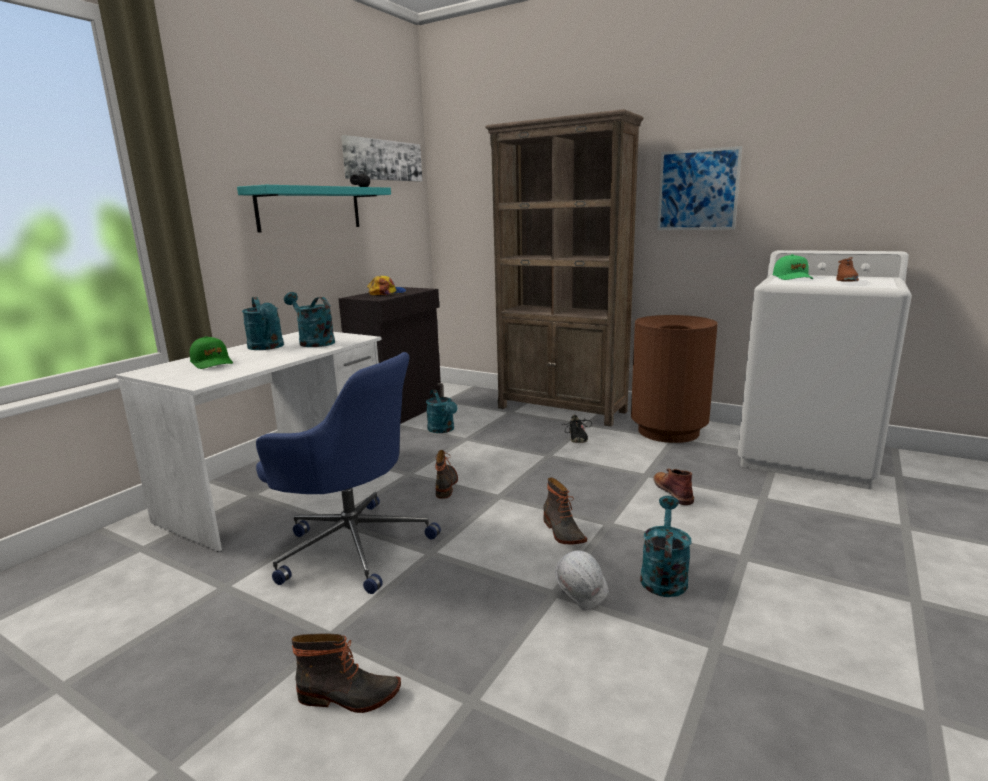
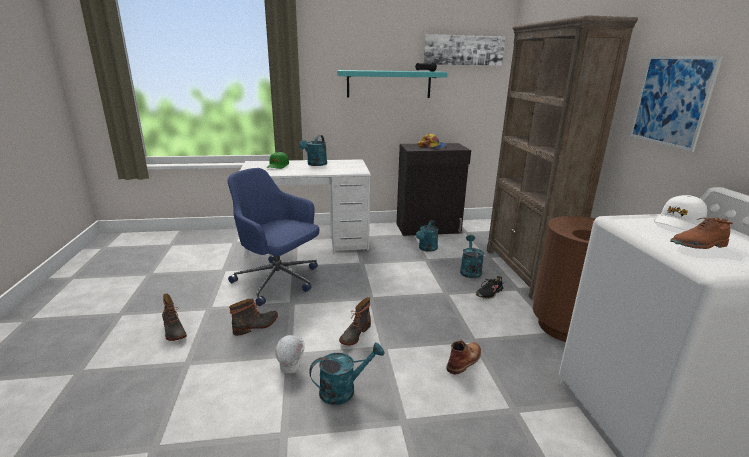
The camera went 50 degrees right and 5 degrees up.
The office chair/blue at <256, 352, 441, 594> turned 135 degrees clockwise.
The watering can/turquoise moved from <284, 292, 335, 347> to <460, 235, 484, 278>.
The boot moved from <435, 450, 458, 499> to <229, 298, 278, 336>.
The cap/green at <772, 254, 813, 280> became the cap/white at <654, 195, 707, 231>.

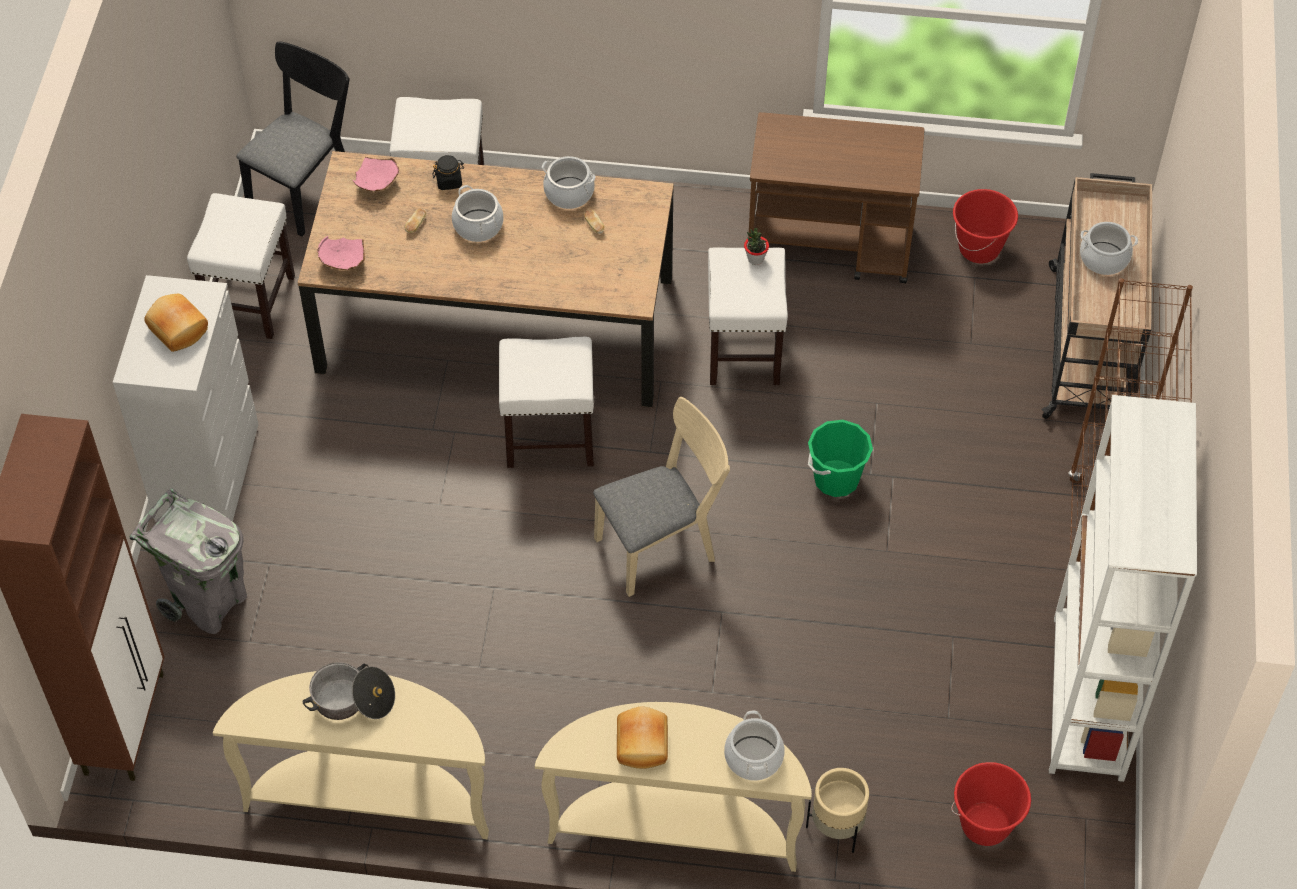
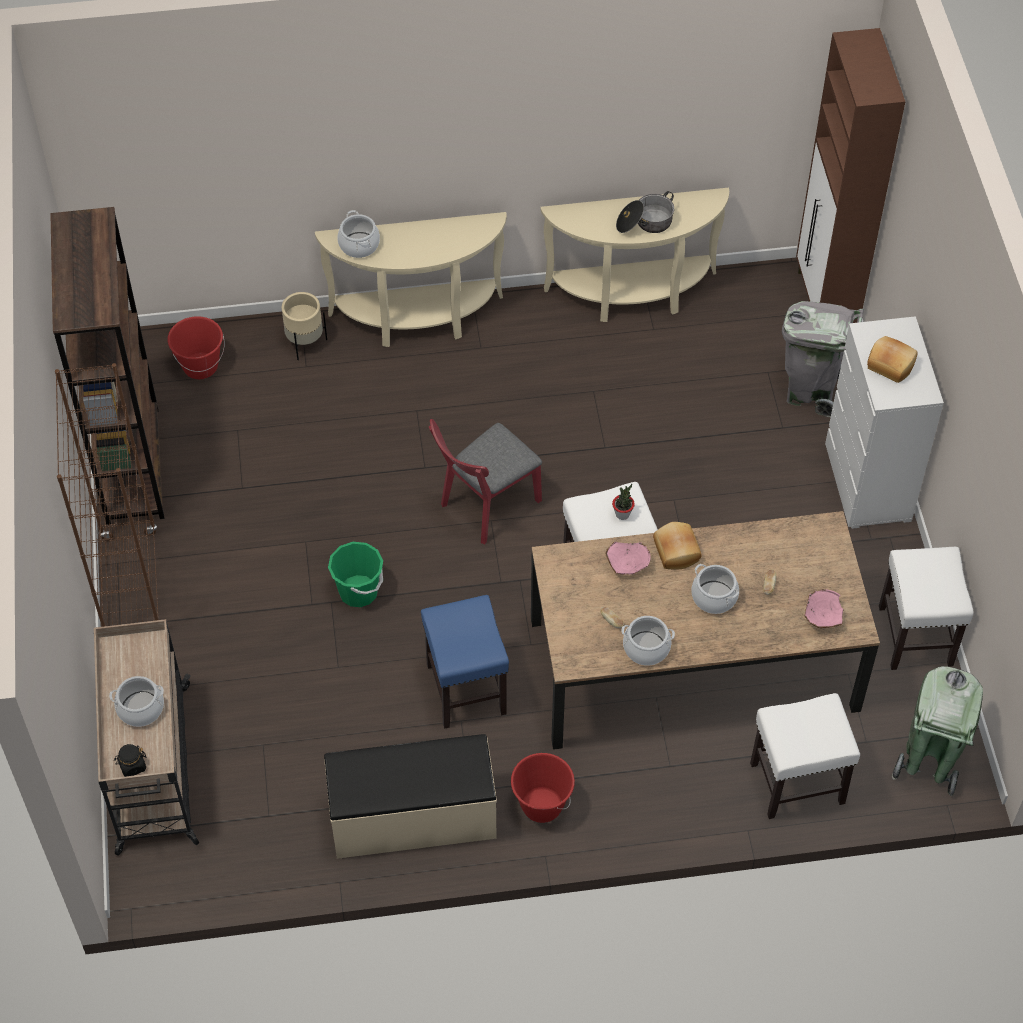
The camera went 165 degrees right and 0 degrees up.
The chair/black at <236, 41, 350, 237> was replaced by the trash can/green at <892, 666, 983, 796>.
The bowl/pink moved from <317, 236, 365, 270> to <606, 541, 651, 575>.
The jar/black moved from <433, 155, 464, 190> to <114, 744, 147, 777>.
The chair/beige at <593, 397, 730, 597> became the chair/red at <429, 419, 542, 544>.
The bread moved from <617, 707, 668, 769> to <653, 522, 702, 570>.
The stool/white at <708, 247, 788, 385> became the stool/blue at <421, 595, 509, 729>.
The potted plant moved from <744, 228, 769, 265> to <612, 484, 635, 520>.
The cart/brown at <748, 112, 925, 283> was replaced by the bench/beige at <324, 734, 497, 859>.
The bucket/red moved from <953, 189, 1018, 263> to <511, 753, 575, 823>.
The bookcase/white at <1049, 395, 1197, 782> became the bookcase/brown at <50, 207, 164, 525>.

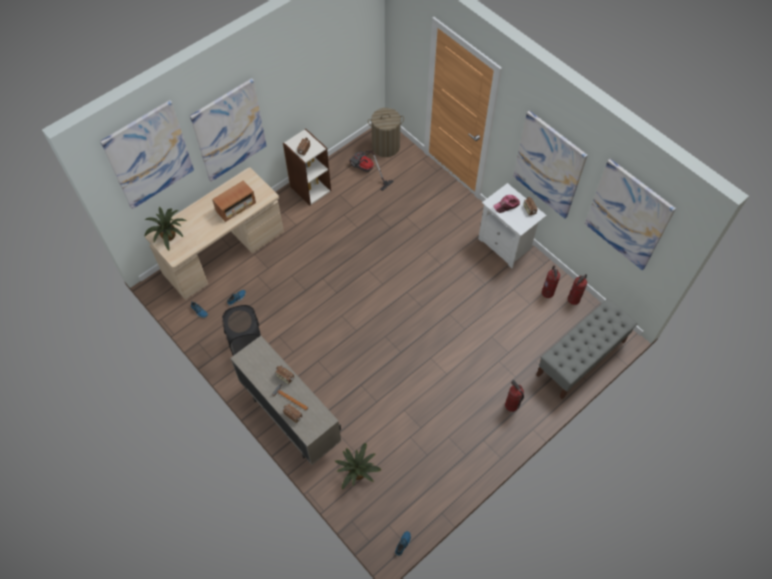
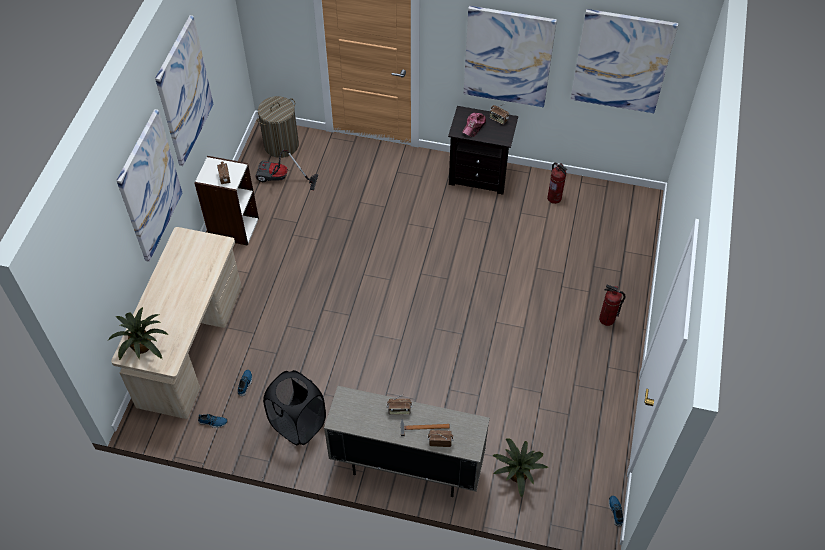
The camera went 35 degrees left and 5 degrees down.
The picture moved from <100, 100, 194, 209> to <155, 15, 214, 166>.
The radio at <212, 180, 256, 222> disappeared.
The nightstand/white at <478, 183, 547, 268> became the nightstand/black at <448, 106, 518, 195>.
The bench/grey at <536, 299, 638, 399> disappeared.
The fire extinguisher at <568, 274, 587, 305> disappeared.

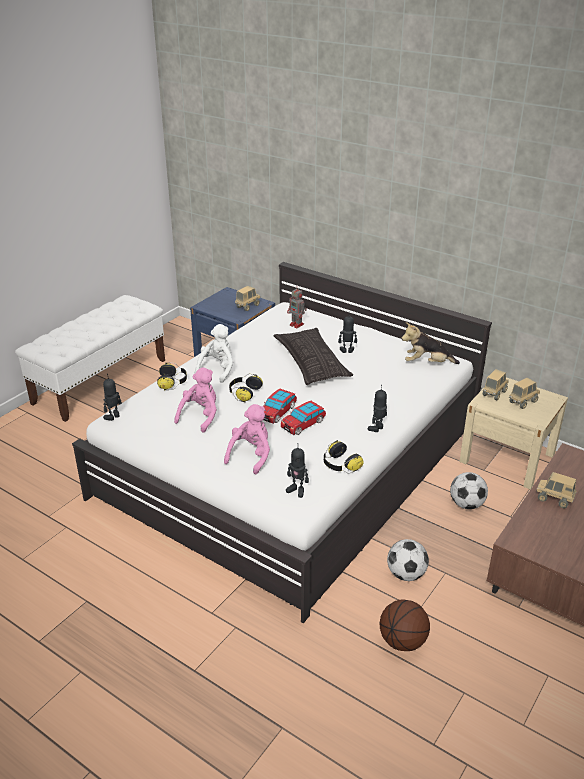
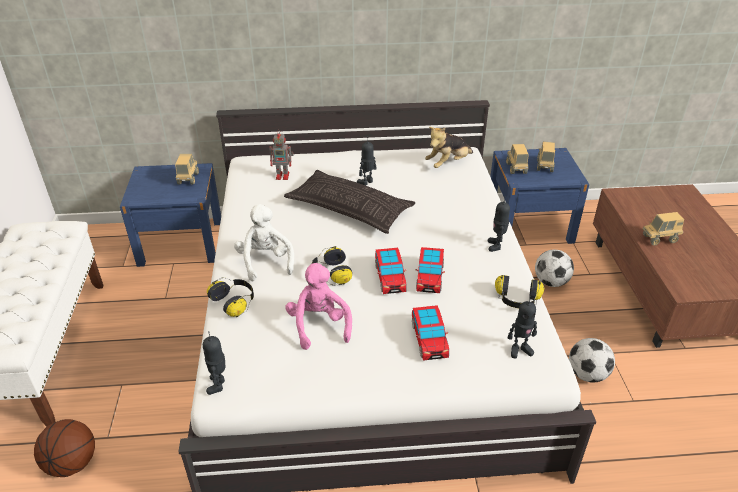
The camera went 40 degrees left and 5 degrees up.
The plush toy/pink at <224, 404, 270, 474> was replaced by the toy car at <412, 305, 449, 361>.
The basketball moved from <380, 599, 430, 651> to <34, 419, 95, 477>.
The nightstand/beige at <459, 377, 568, 490> became the nightstand/blue at <490, 148, 589, 244>.

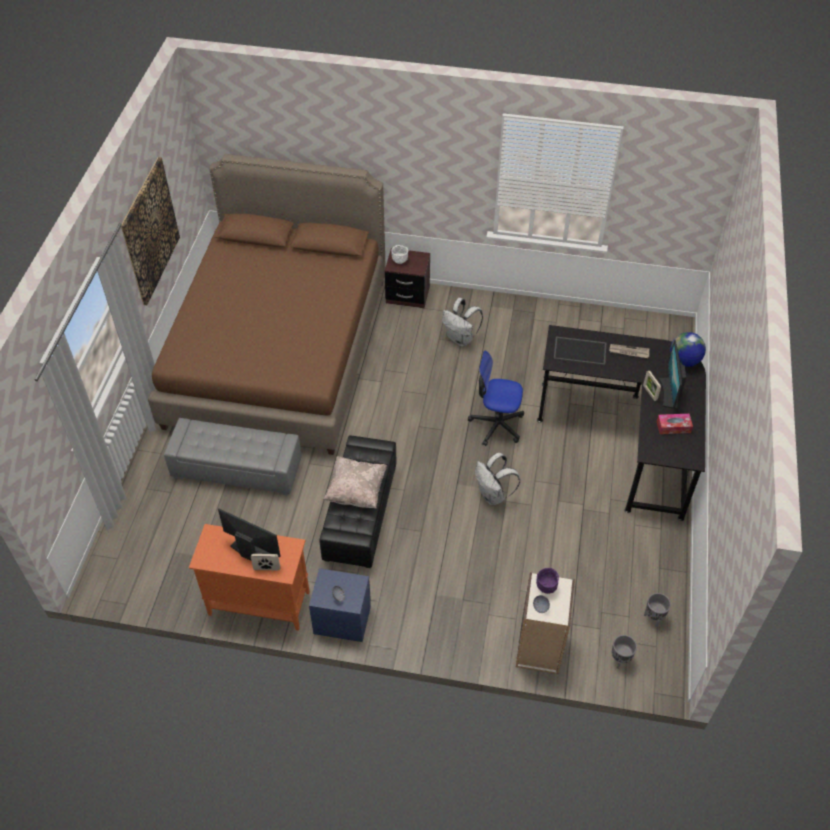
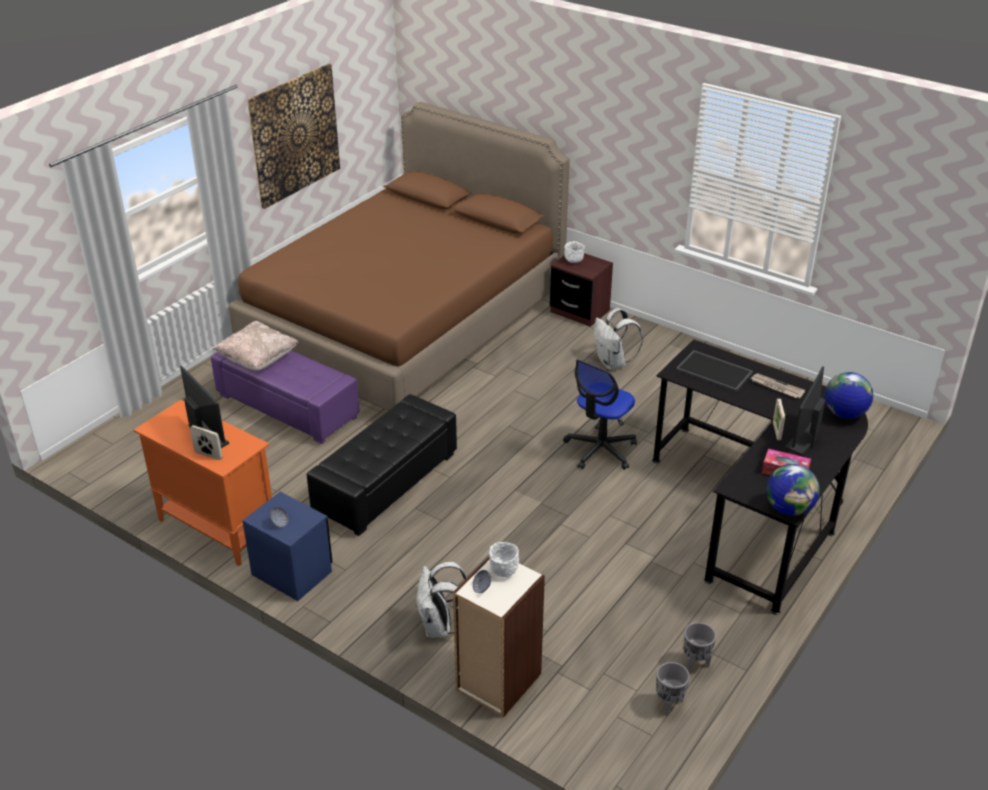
The camera went 25 degrees right and 15 degrees down.
The ottoman/grey at <164, 418, 302, 496> became the ottoman/purple at <211, 350, 360, 444>.
The pillow/beige moved from <323, 456, 387, 508> to <213, 321, 299, 370>.
The office chair at <468, 351, 524, 446> turned 90 degrees counterclockwise.
The backpack/white moved from <475, 453, 520, 505> to <416, 561, 467, 638>.
The bowl/purple at <536, 568, 559, 594> became the bowl/white at <489, 542, 519, 577>.
The planter/grey moved from <612, 635, 637, 669> to <683, 622, 716, 671>.
The globe at <766, 464, 820, 516> appeared.

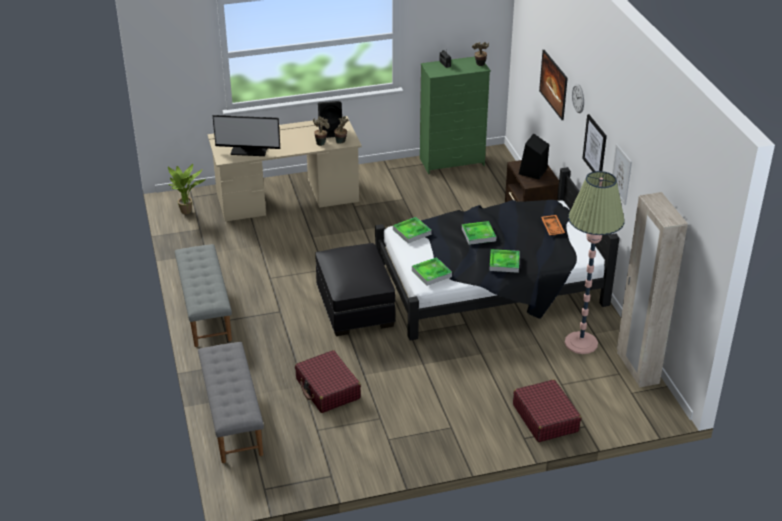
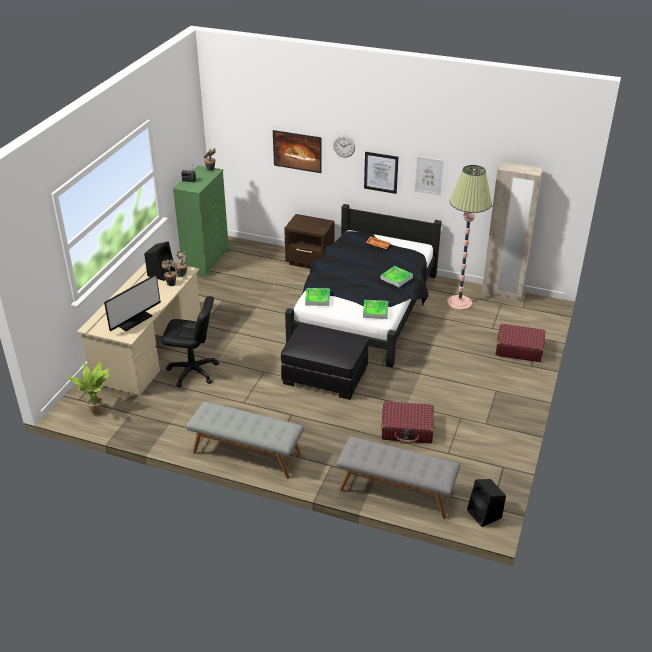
The camera went 55 degrees left and 0 degrees up.
The tray at <462, 221, 496, 245> disappeared.
The speaker/black moved from <519, 133, 549, 180> to <467, 479, 506, 527>.
The office chair/black at <162, 296, 219, 388> appeared.

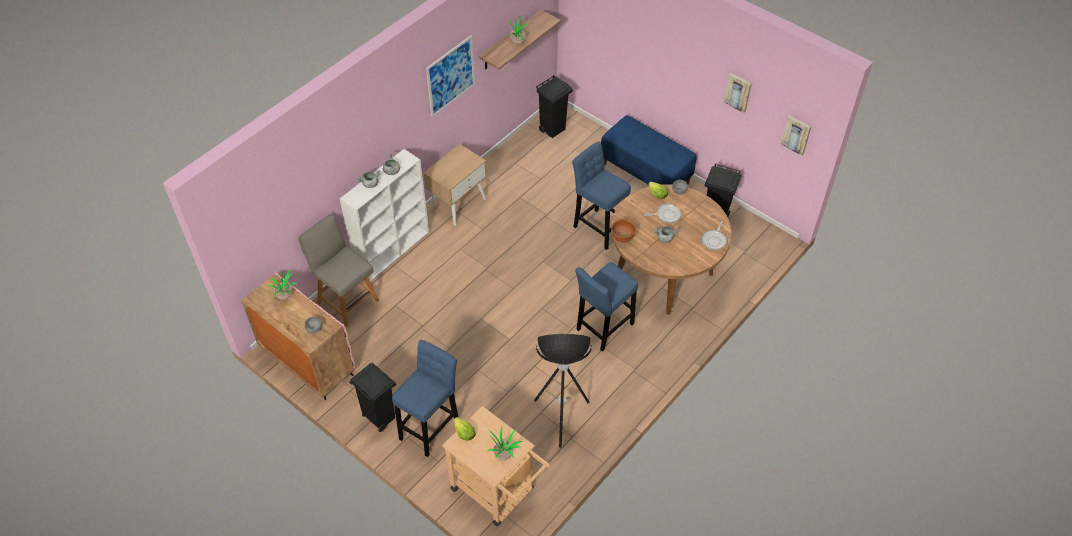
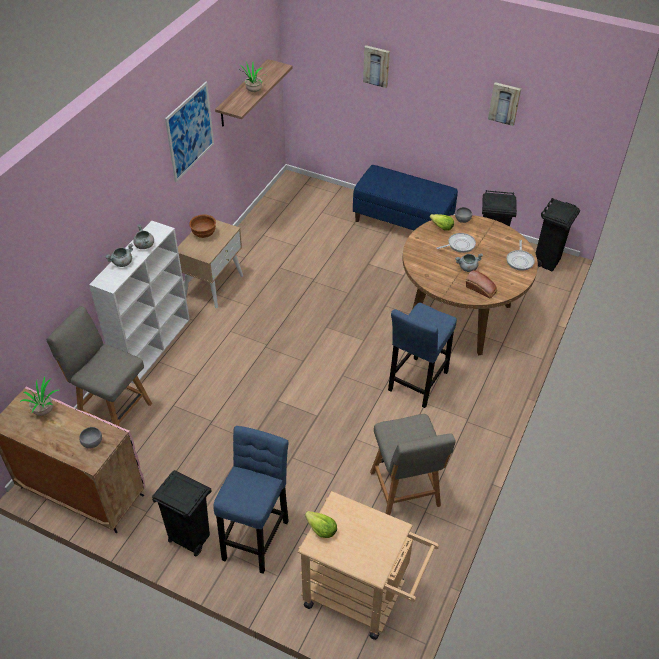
The camera went 15 degrees left and 5 degrees down.
The potted plant at <487, 427, 523, 461> disappeared.
The floor lamp at <534, 334, 592, 448> was replaced by the chair/grey at <370, 414, 455, 515>.
The trash can/black moved from <536, 75, 573, 138> to <535, 198, 580, 272>.
The stool/blue at <572, 141, 631, 250> disappeared.
The bowl/brown moved from <611, 219, 636, 242> to <189, 214, 216, 238>.
The picture moved from <781, 115, 811, 156> to <363, 45, 390, 88>.
The bread at <466, 270, 497, 298> appeared.

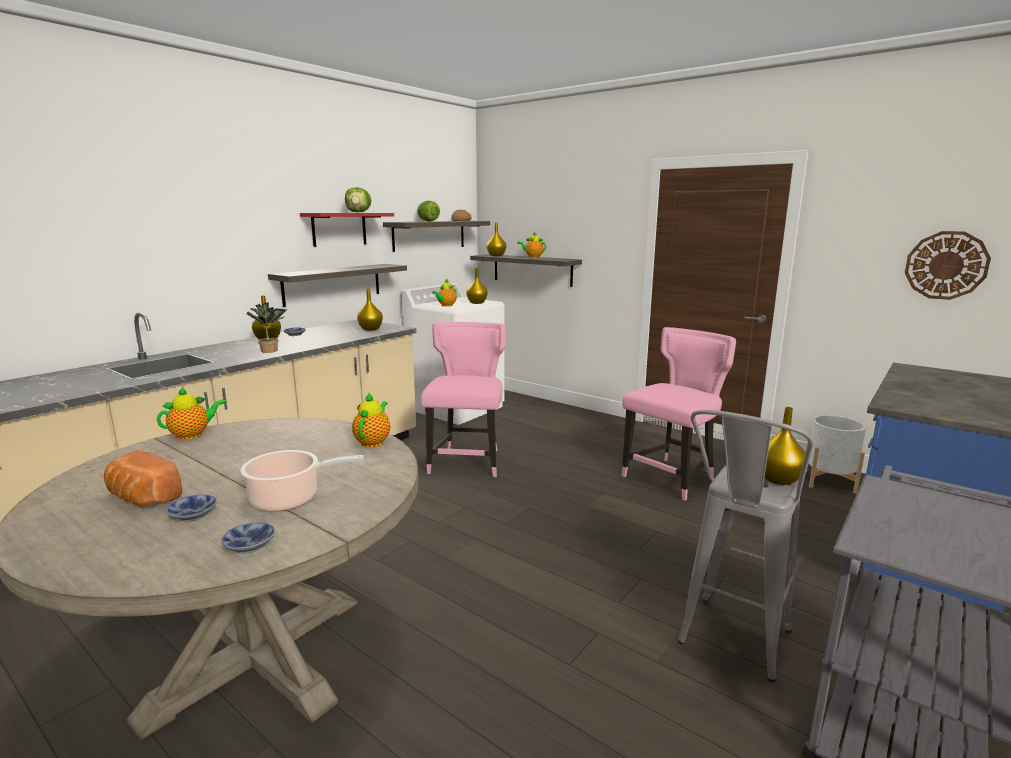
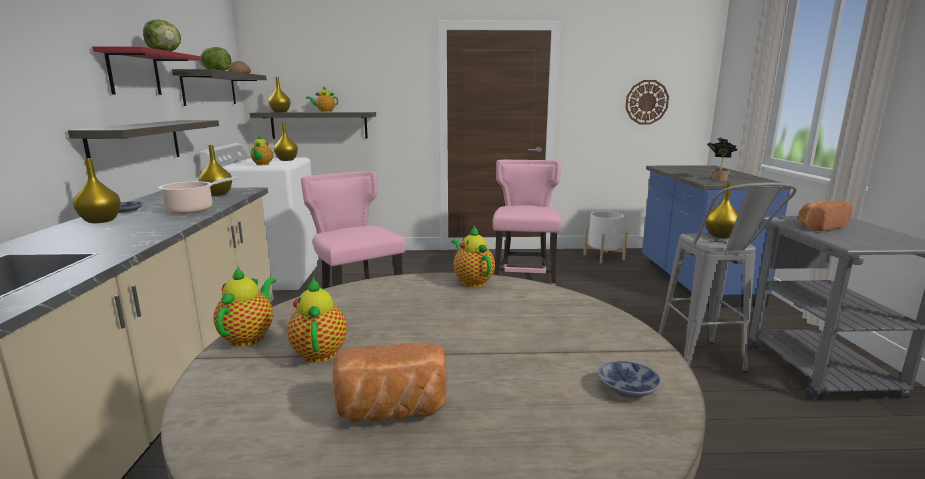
The camera went 40 degrees left and 0 degrees up.
The bowl at <166, 494, 217, 521> disappeared.
The cooking pot moved from <240, 450, 364, 512> to <158, 177, 239, 214>.
The potted plant moved from <246, 302, 287, 353> to <707, 137, 737, 181>.
The teapot at <288, 277, 347, 363> appeared.
The bread at <798, 201, 852, 231> appeared.

